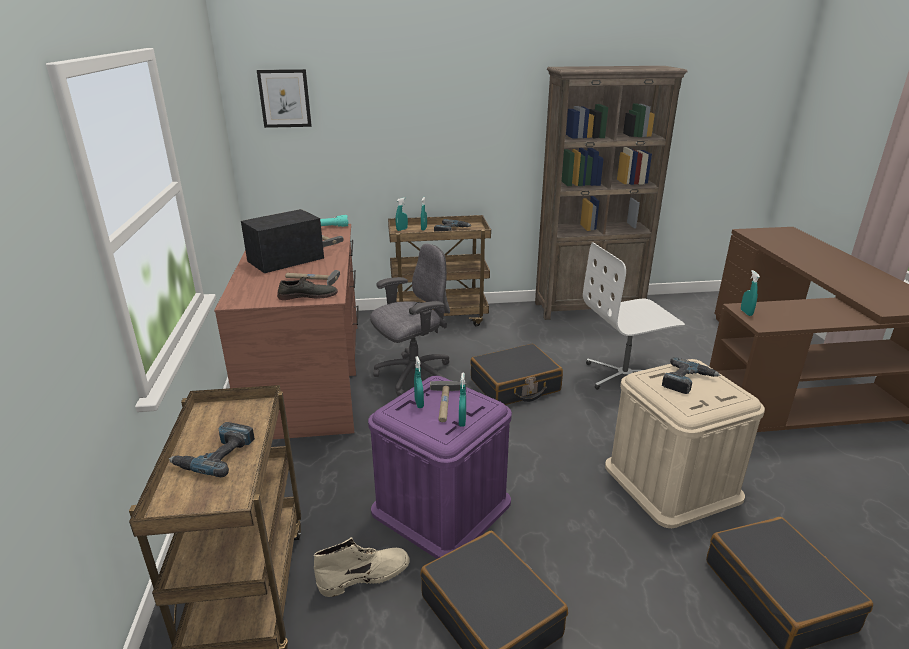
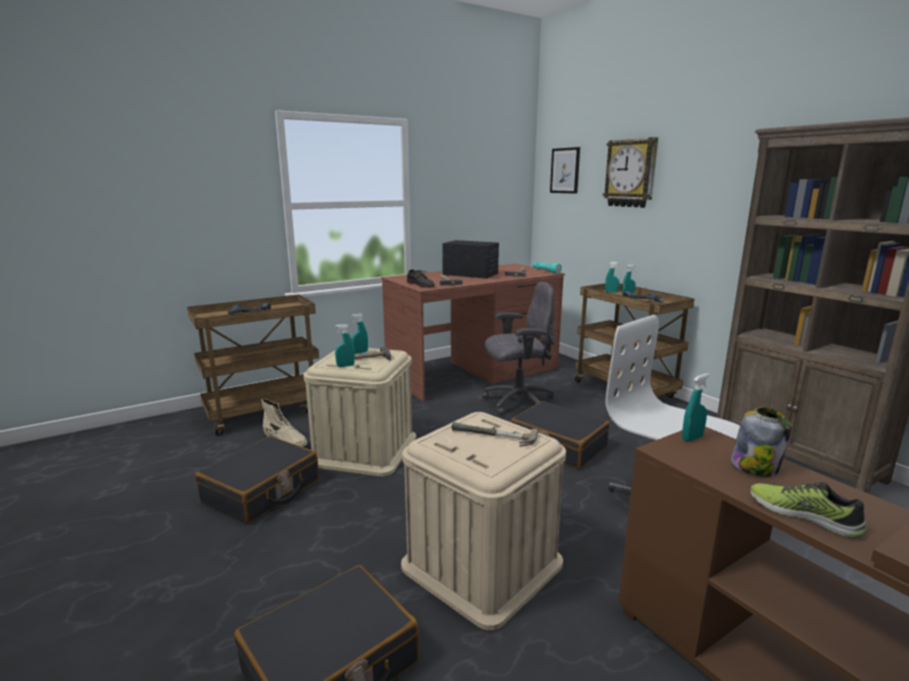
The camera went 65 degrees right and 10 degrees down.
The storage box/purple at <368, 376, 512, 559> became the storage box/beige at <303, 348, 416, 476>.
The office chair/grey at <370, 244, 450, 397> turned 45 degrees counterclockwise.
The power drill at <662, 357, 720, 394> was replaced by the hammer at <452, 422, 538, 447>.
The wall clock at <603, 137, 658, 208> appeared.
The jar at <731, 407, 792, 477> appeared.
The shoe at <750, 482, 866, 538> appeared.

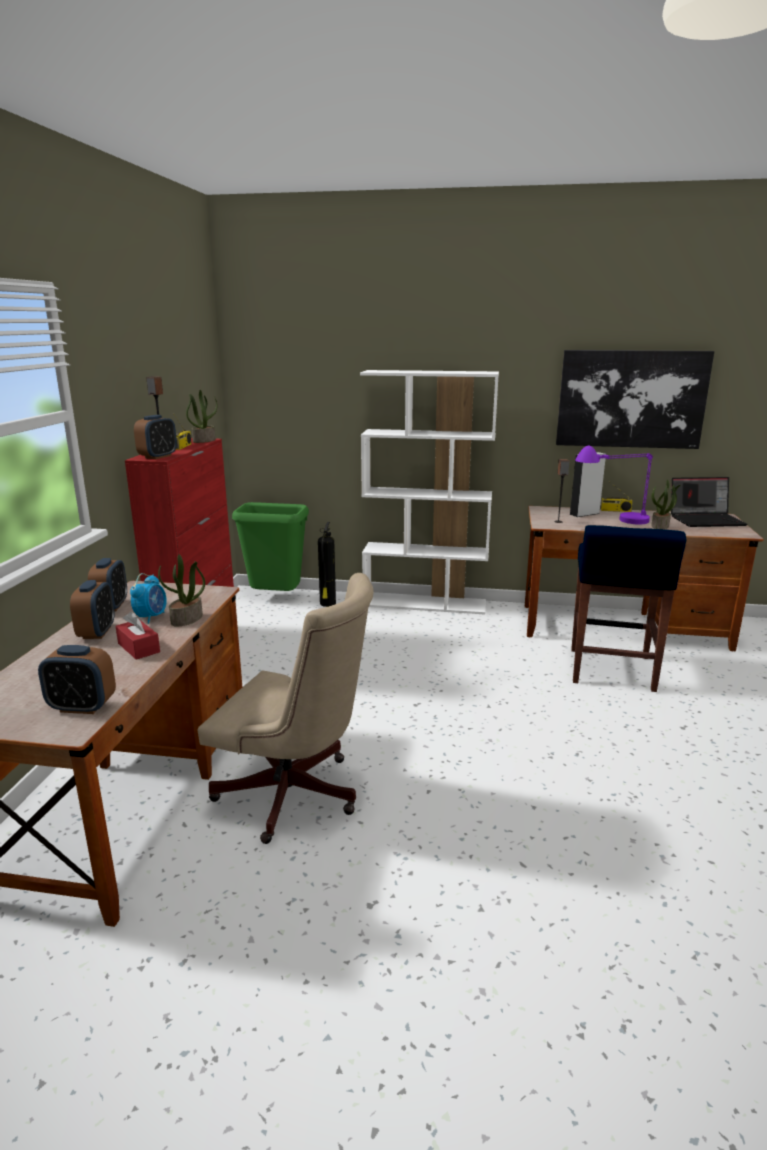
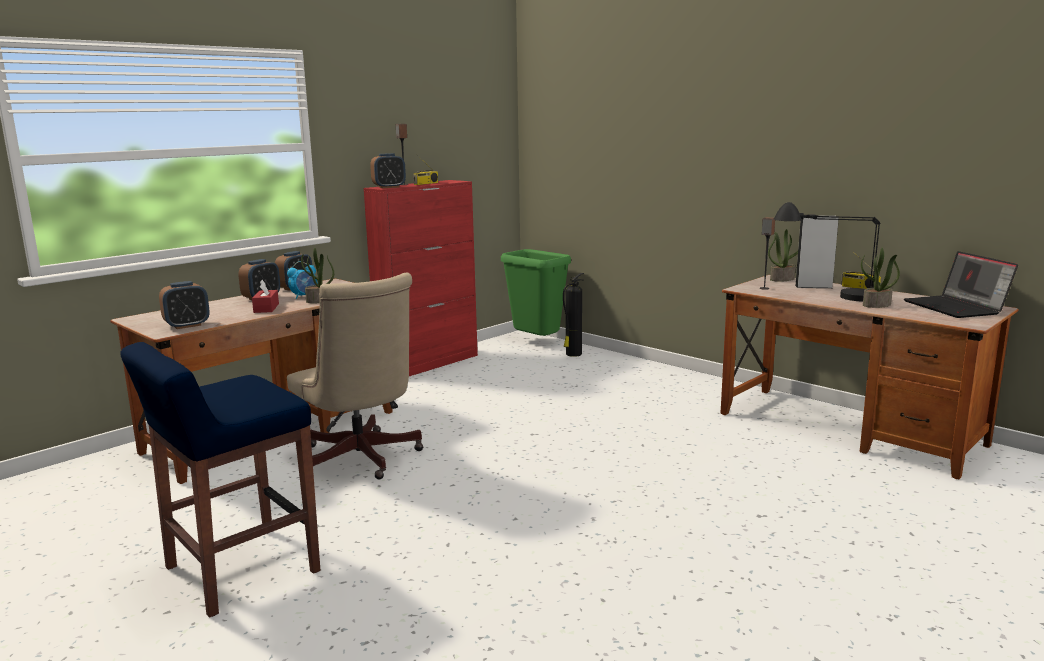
The camera went 35 degrees right and 5 degrees down.
The alarm clock at <38, 645, 116, 714> turned 75 degrees counterclockwise.
The potted plant moved from <186, 390, 218, 443> to <768, 229, 798, 282>.
The bookcase/white at <360, 370, 499, 614> disappeared.
The picture at <556, 350, 714, 449> disappeared.
The stool/blue moved from <571, 525, 686, 692> to <120, 342, 321, 618>.
The table lamp/purple at <575, 446, 653, 524> became the table lamp/black at <774, 202, 880, 301>.
The laptop at <671, 477, 748, 527> turned 45 degrees clockwise.

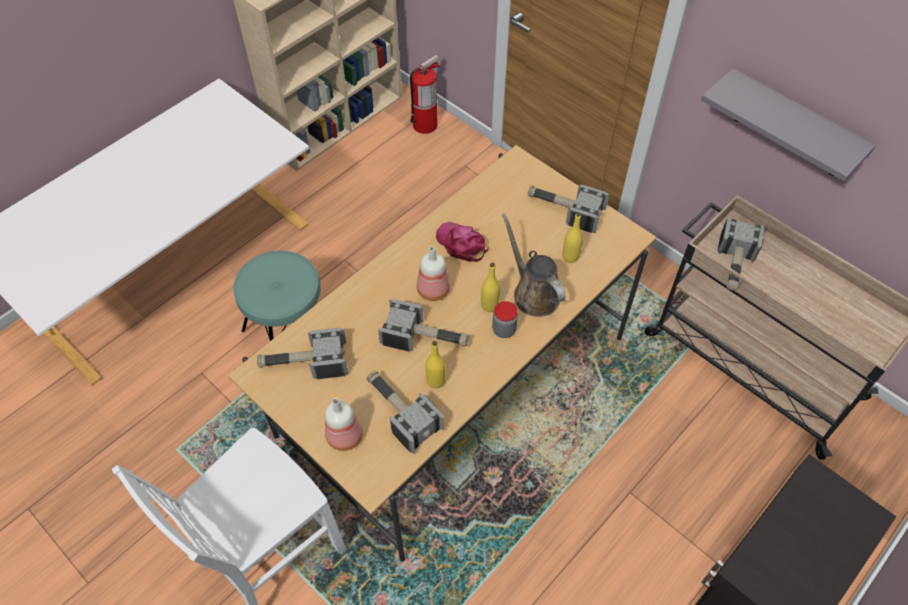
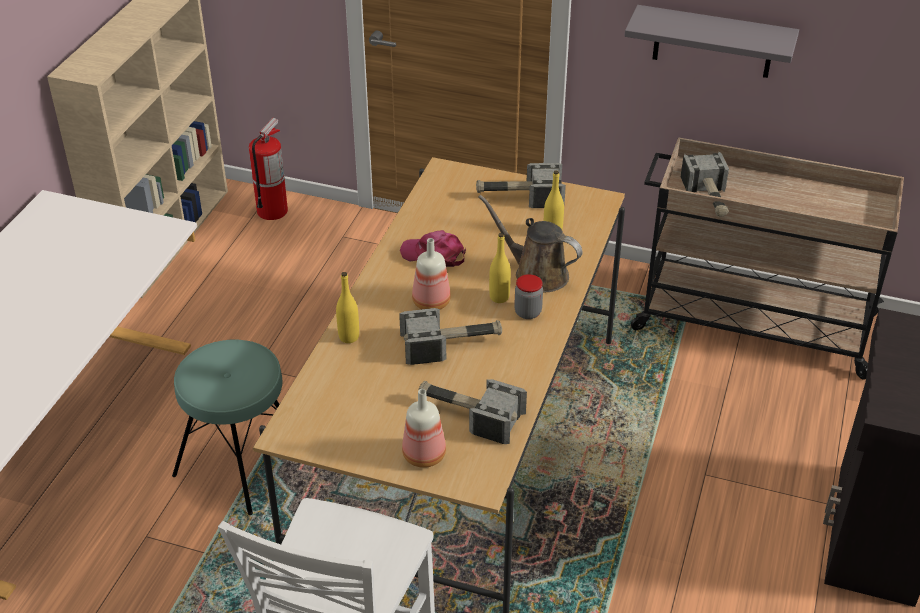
The camera went 25 degrees left and 15 degrees down.
The hammer at <257, 328, 349, 379> disappeared.
The bottle/yellow moved from <426, 341, 446, 389> to <336, 272, 359, 343>.

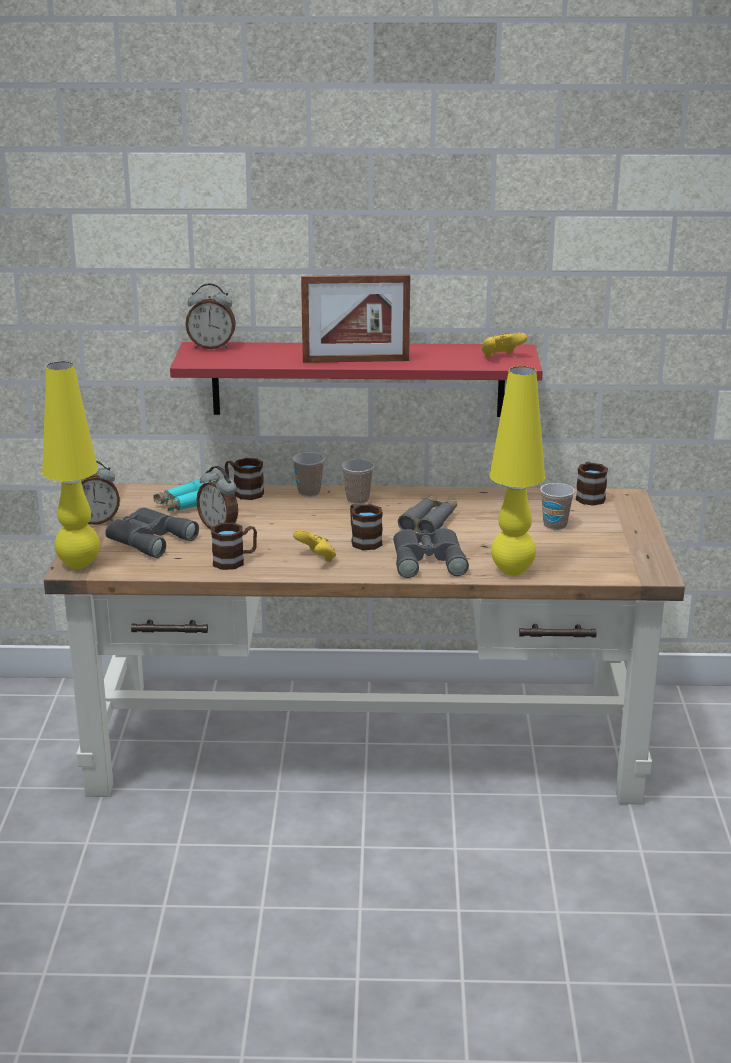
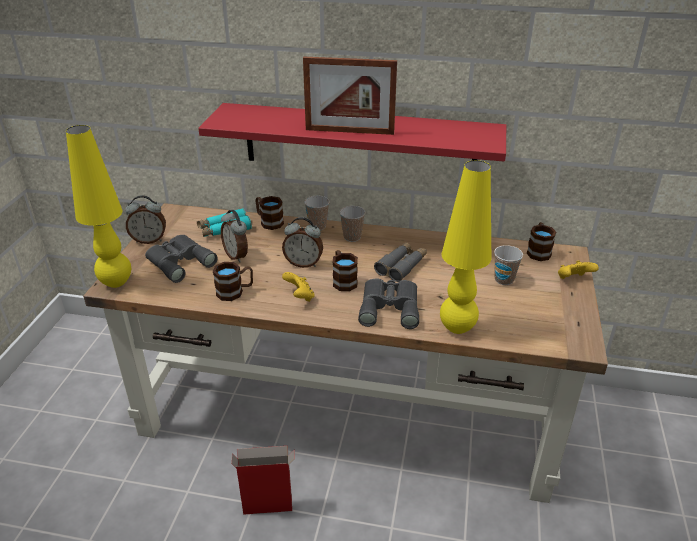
The camera went 10 degrees right and 10 degrees up.
The alarm clock moved from <185, 283, 236, 349> to <282, 217, 323, 268>.
The game controller/yellow moved from <482, 333, 527, 358> to <558, 260, 599, 279>.
The cardboard box at <231, 446, 295, 515> appeared.

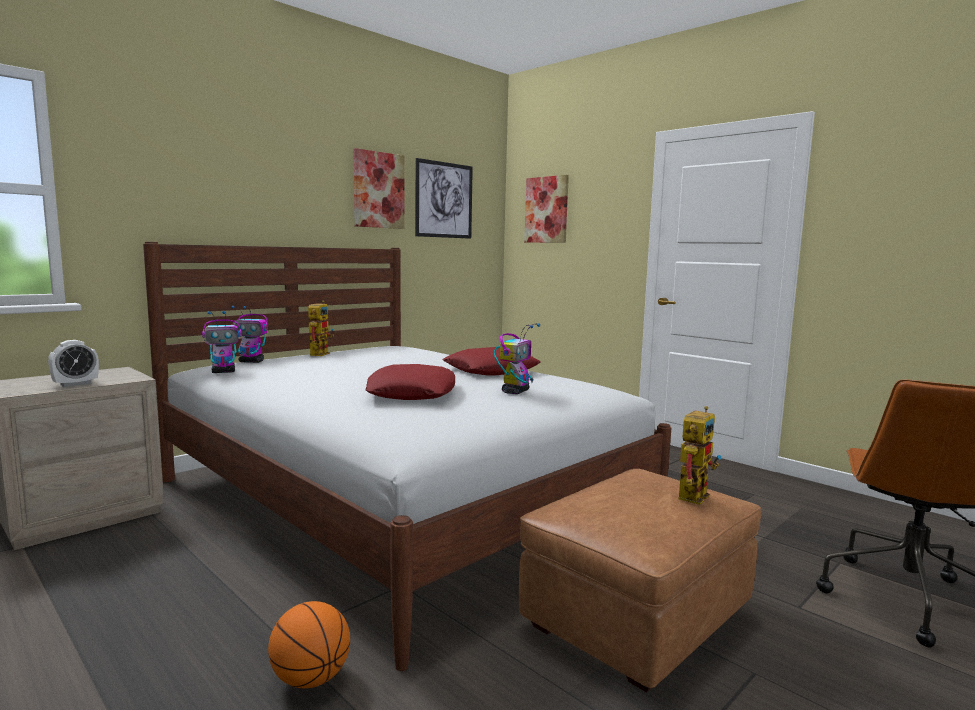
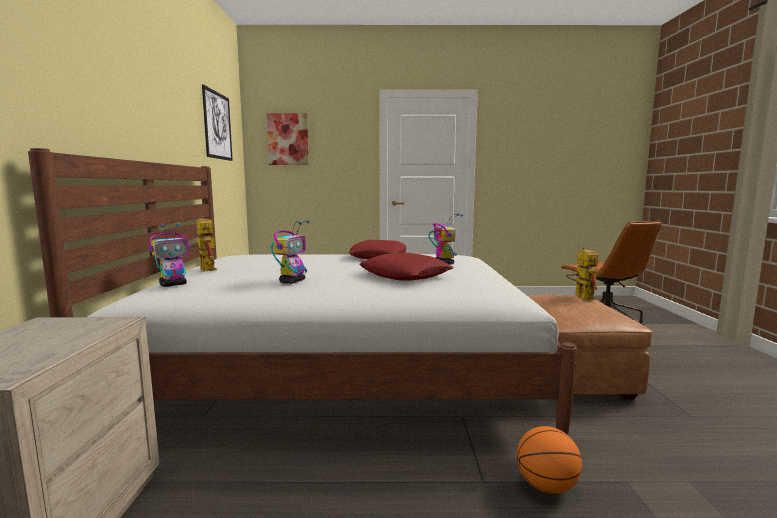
The camera went 45 degrees left and 0 degrees up.
The alarm clock at <48, 340, 99, 387> disappeared.
The toy robot moved from <202, 311, 242, 373> to <271, 220, 309, 284>.
The picture at <353, 148, 405, 229> disappeared.

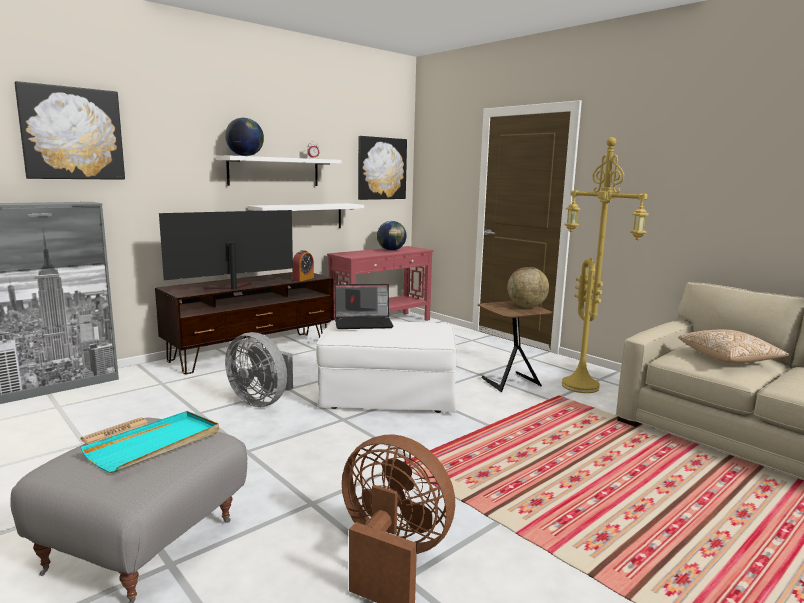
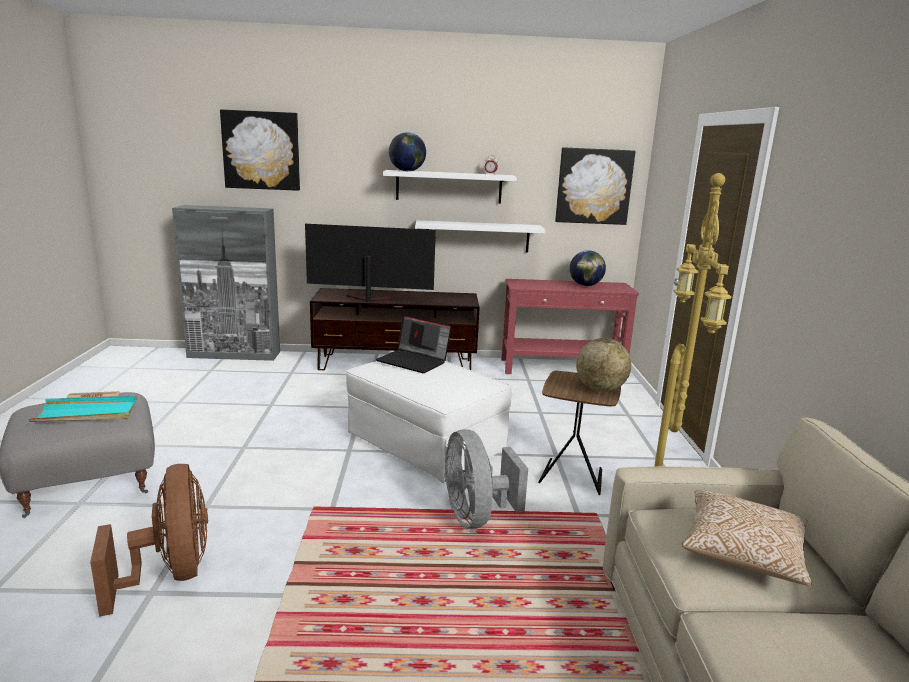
The camera went 40 degrees right and 5 degrees up.
The fan/grey moved from <225, 332, 293, 407> to <444, 429, 528, 529>.
The alarm clock at <292, 250, 314, 281> disappeared.

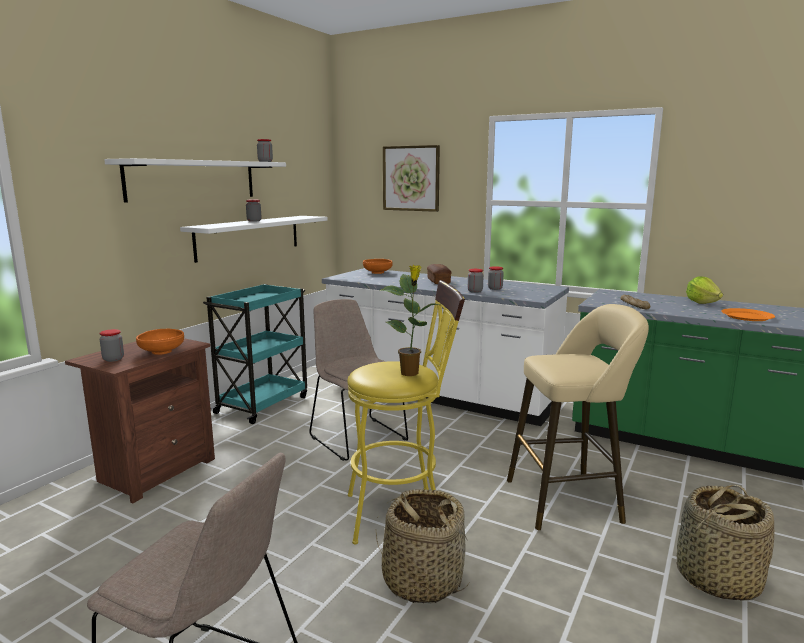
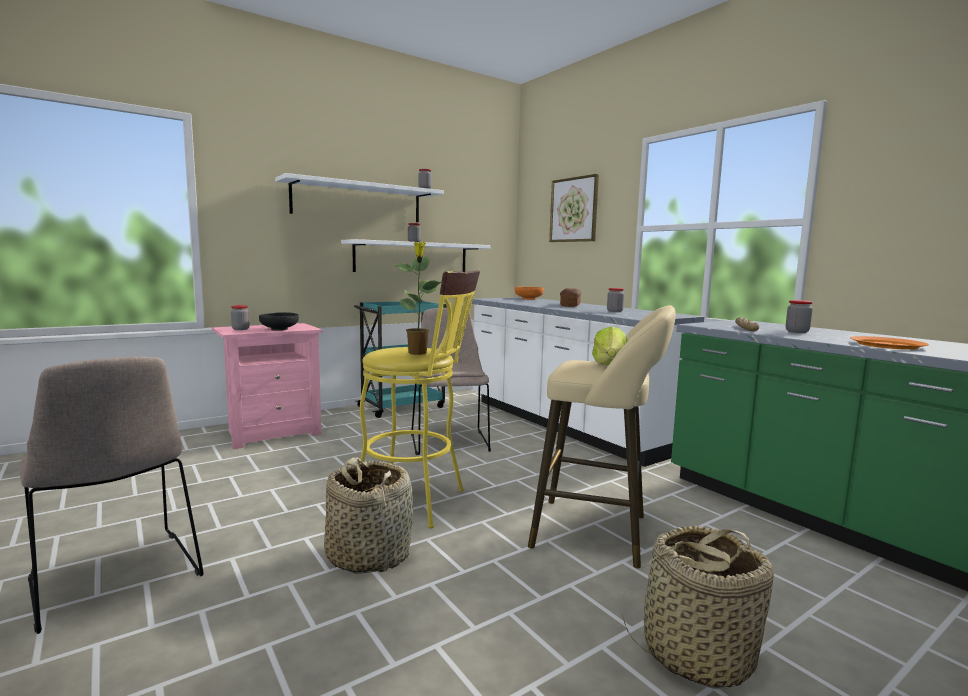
The camera went 25 degrees right and 5 degrees down.
The nightstand/brown at <65, 338, 215, 504> became the nightstand/pink at <212, 323, 323, 449>.
The bowl/orange at <136, 329, 184, 355> became the bowl/black at <259, 312, 299, 331>.
The jar moved from <468, 269, 484, 293> to <786, 300, 813, 333>.
The lettuce moved from <686, 276, 723, 304> to <592, 327, 628, 365>.

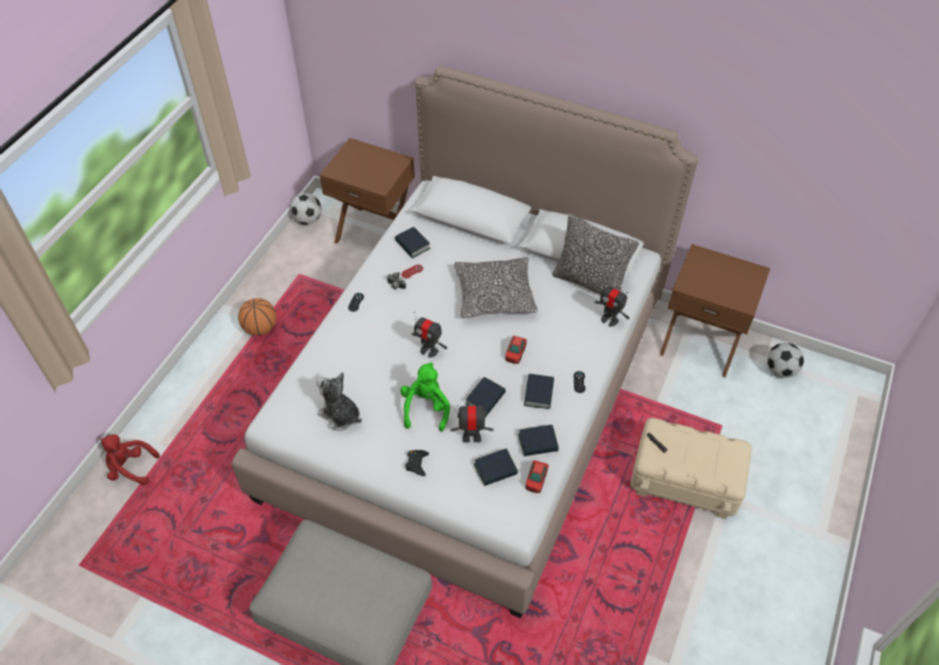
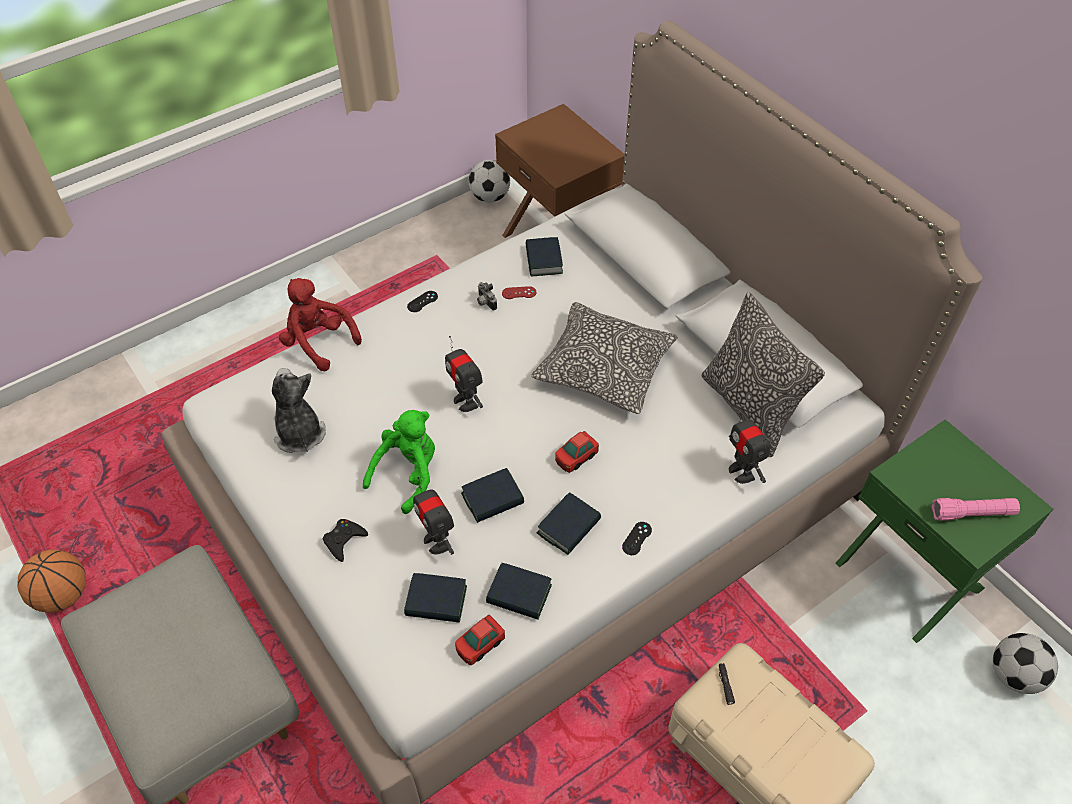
The camera went 30 degrees right and 0 degrees up.
The plush toy/red moved from <100, 434, 160, 485> to <279, 278, 362, 371>.
The basketball moved from <238, 298, 277, 336> to <17, 549, 86, 613>.
The toy robot at <450, 404, 494, 442> turned 150 degrees counterclockwise.
The nightstand/brown at <660, 244, 770, 377> became the nightstand/green at <836, 419, 1053, 643>.
The flashlight/pink at <931, 498, 1020, 521> appeared.

